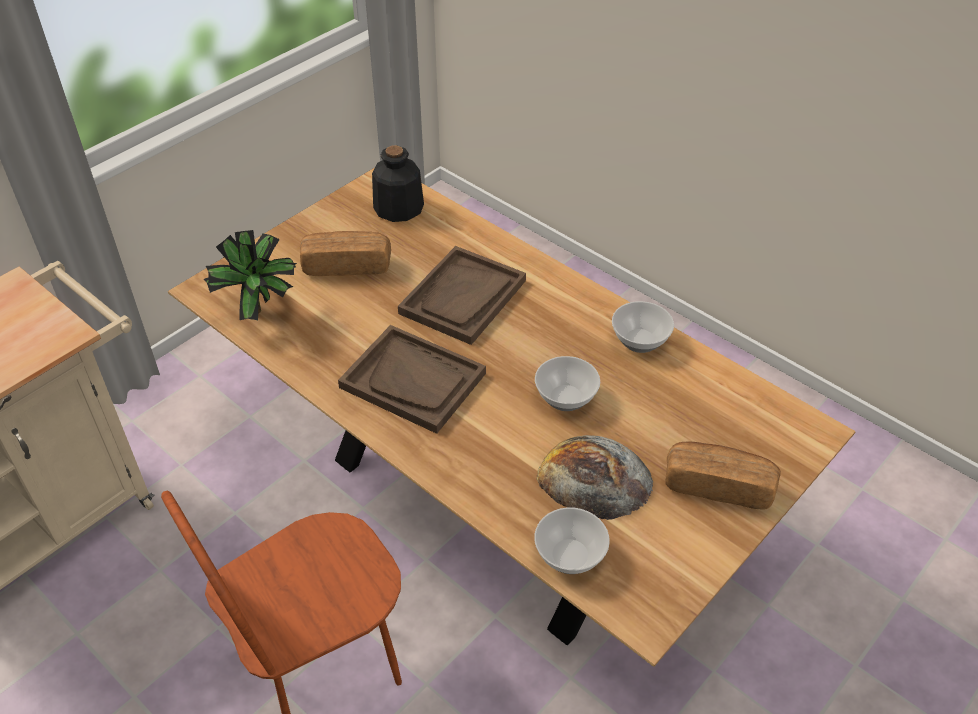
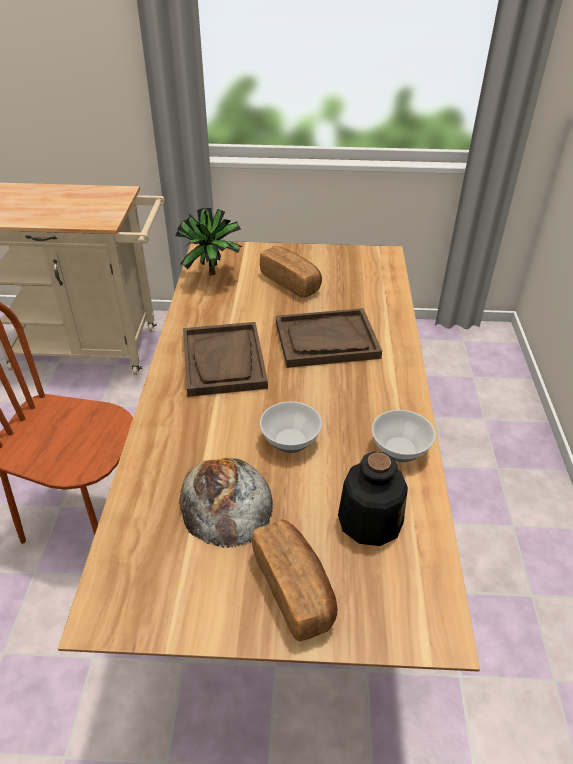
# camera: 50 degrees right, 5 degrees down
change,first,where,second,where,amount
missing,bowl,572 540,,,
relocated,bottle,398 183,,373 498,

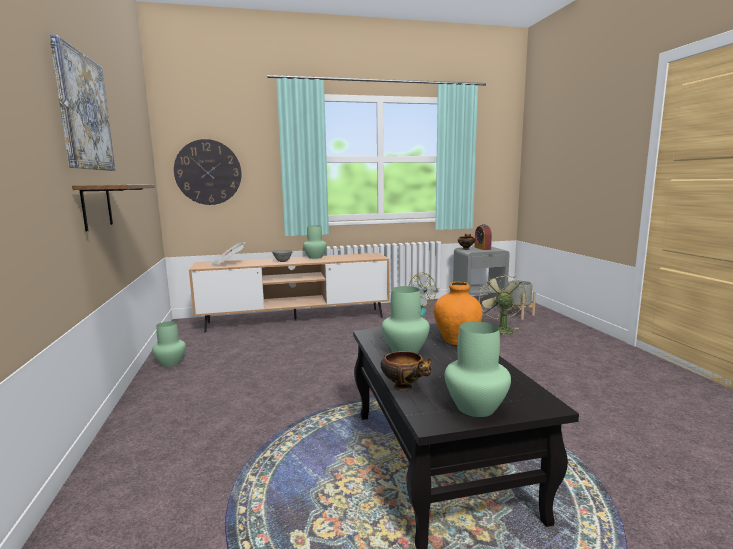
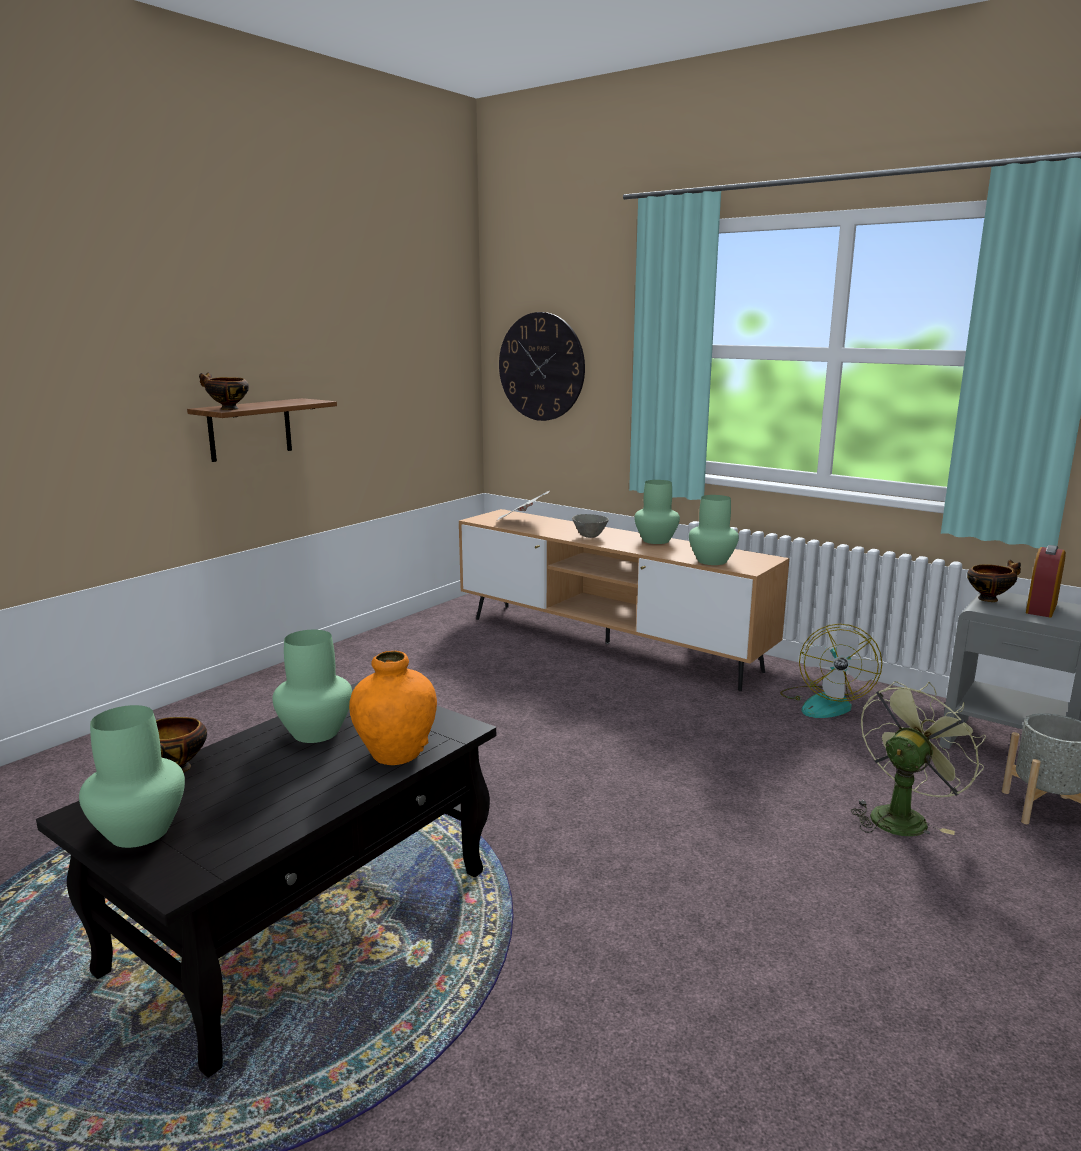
# camera: 50 degrees right, 5 degrees up
change,first,where,second,where,amount
missing,picture,82 103,,,
appeared,,,bowl,224 391,
relocated,green vase,169 344,,714 530,

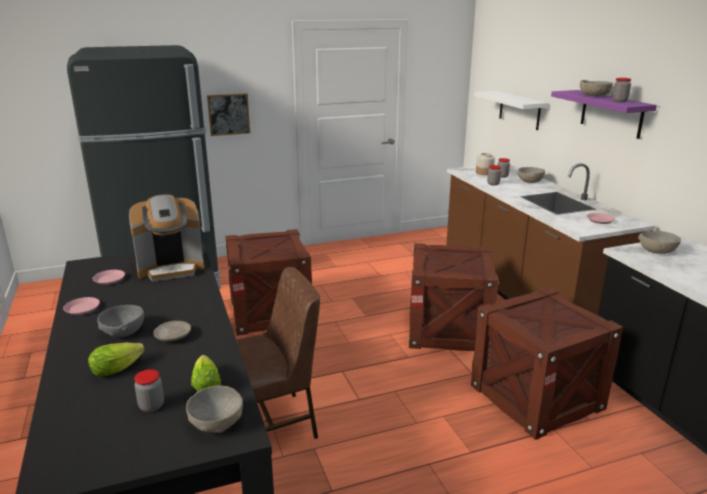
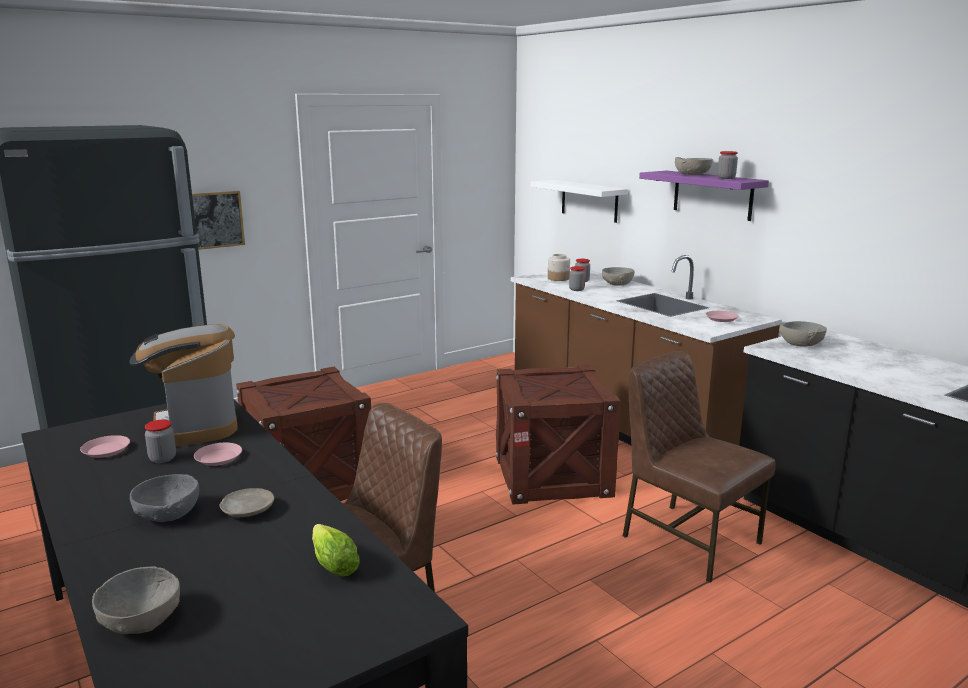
# camera: 15 degrees left, 5 degrees down
change,first,where,second,where,amount
missing,lettuce,116 359,,,
relocated,pink plate,81 306,,218 454,
relocated,jar,149 390,,160 441,
relocated,grey bowl,214 409,,136 600,
exchanged,crate,547 363,brown chair,699 467,
spun,coffee machine,167 238,,184 385,105 degrees clockwise

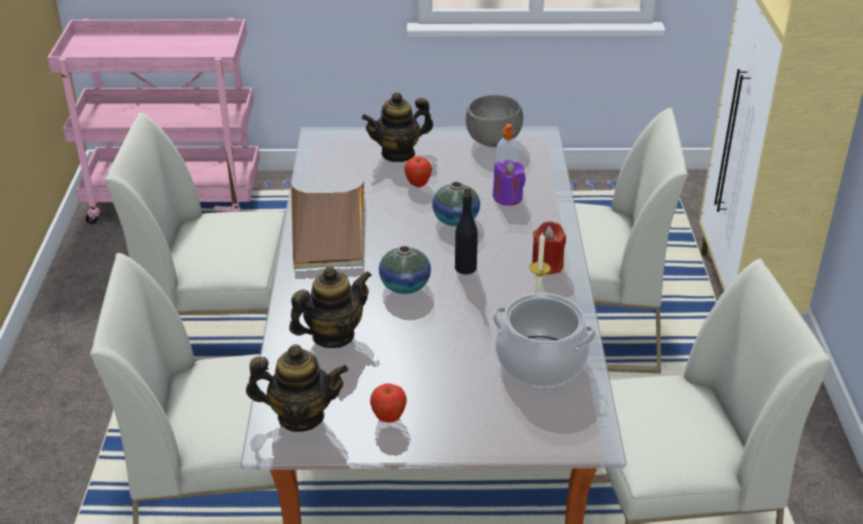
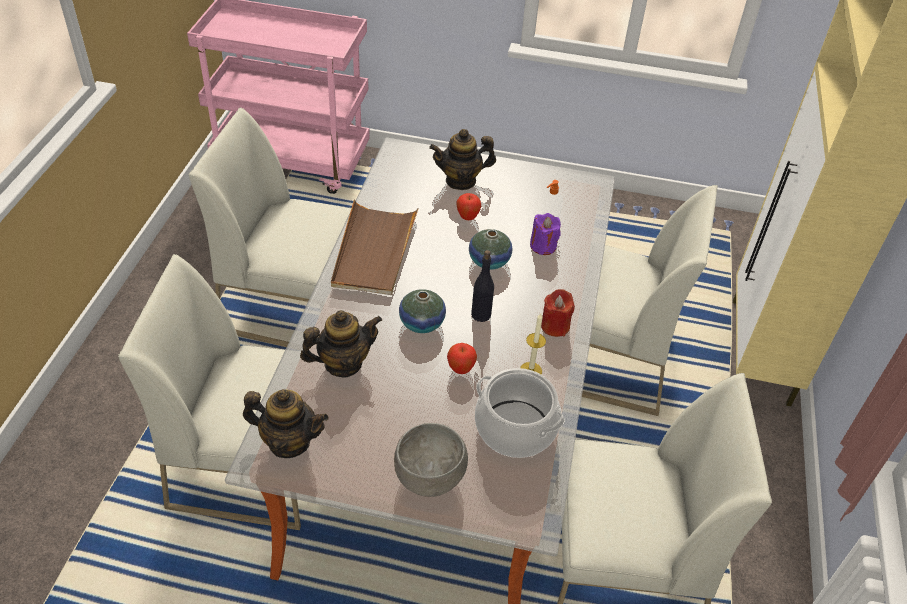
# camera: 10 degrees right, 10 degrees up
change,first,where,second,where,amount
relocated,apple,388 403,,462 358,
relocated,grey bowl,494 121,,431 460,

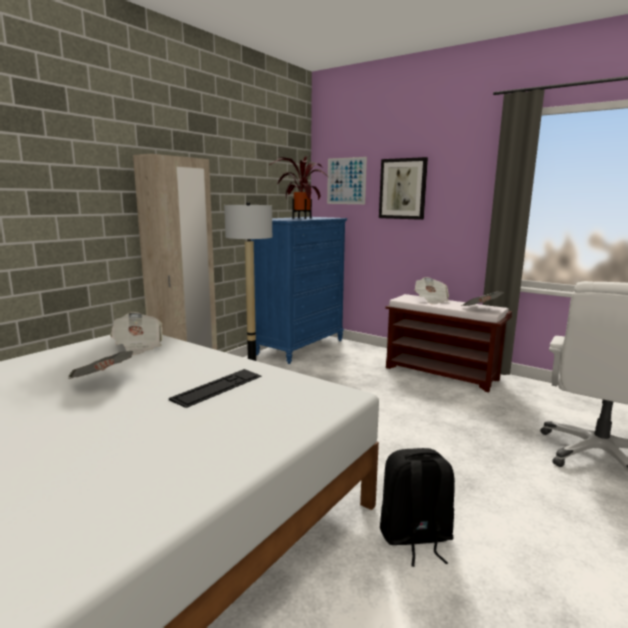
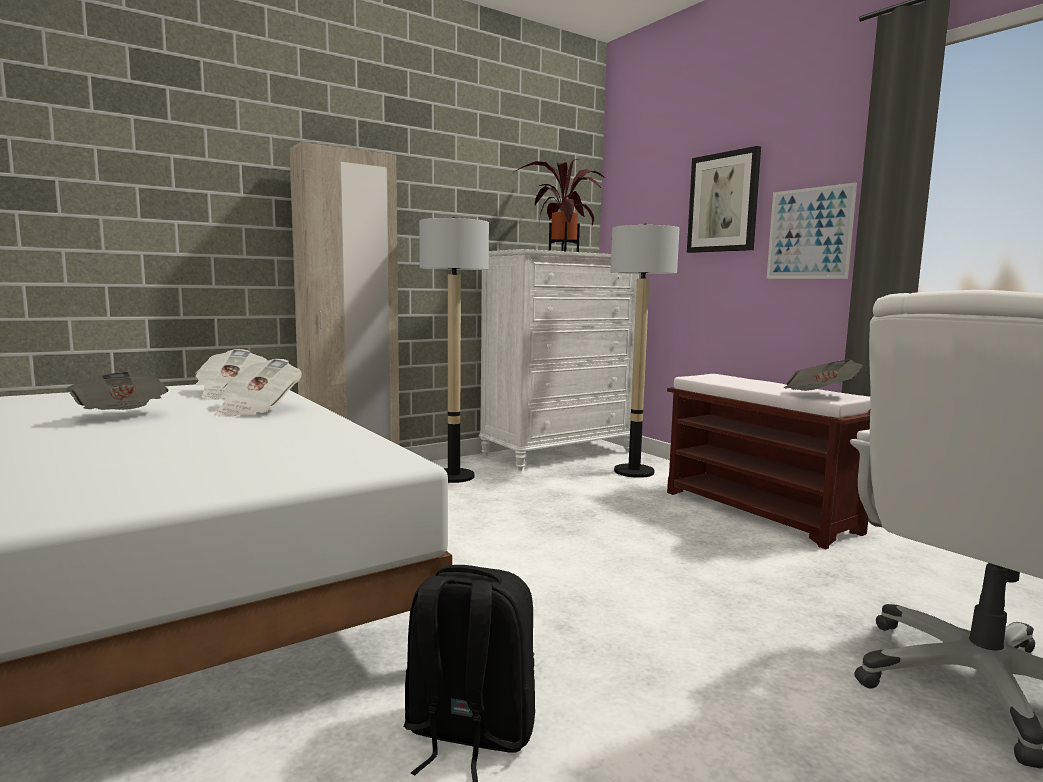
# camera: 20 degrees right, 5 degrees down
change,first,where,second,where,amount
missing,keyboard,215 388,,,
appeared,,,floor lamp,645 350,
relocated,picture,347 180,,812 230,
relocated,newspaper,432 290,,258 388,
colour,blue dresser,299 290,white dresser,559 360,

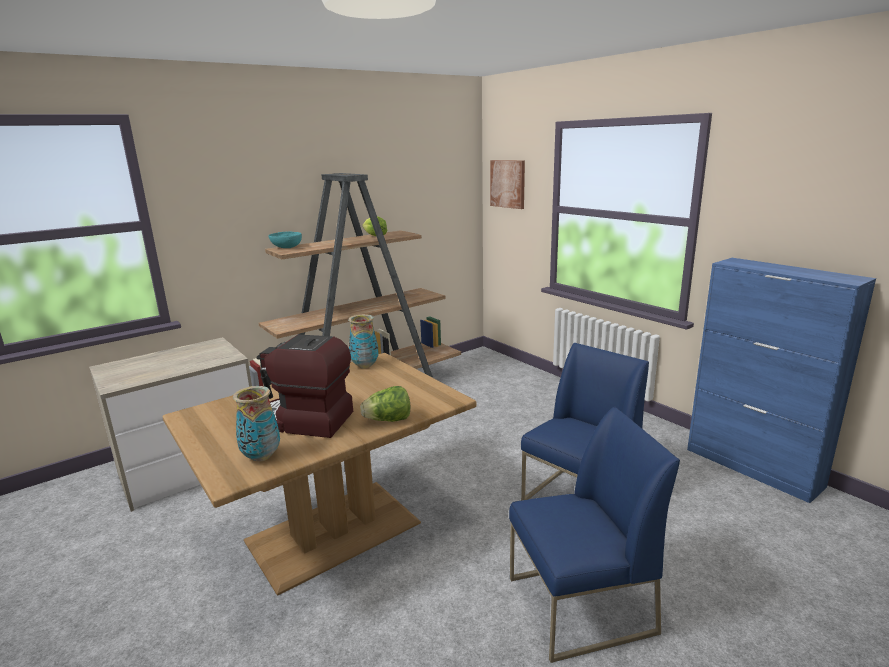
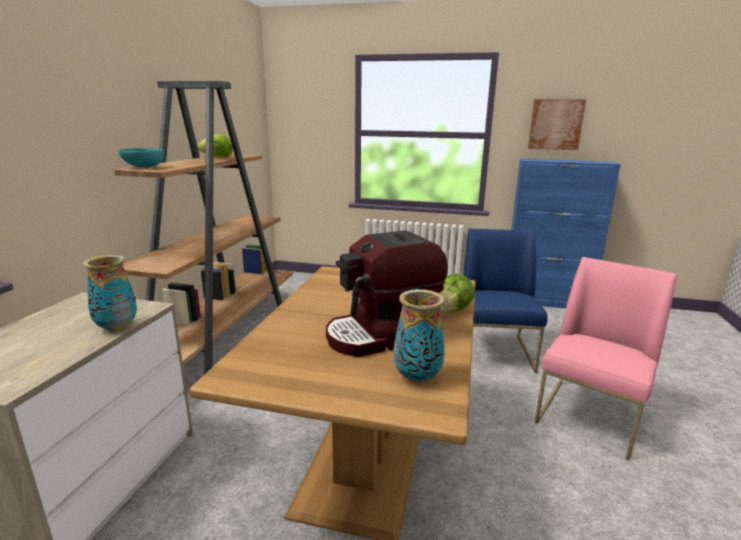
# camera: 40 degrees left, 0 degrees up
change,first,where,second,where,amount
relocated,vase,363 341,,110 293,
relocated,picture,507 184,,557 124,
colour,blue chair,594 535,pink chair,606 358,

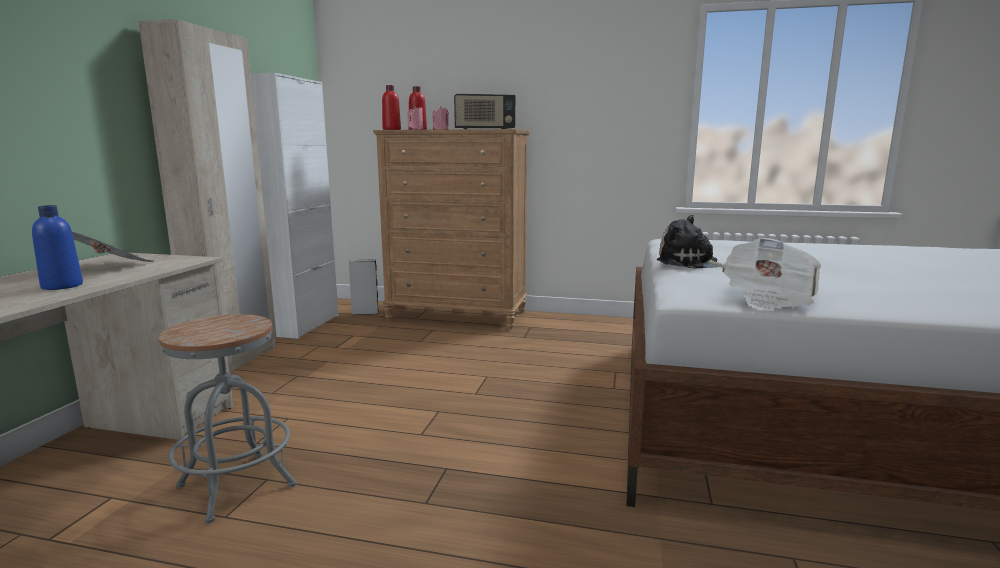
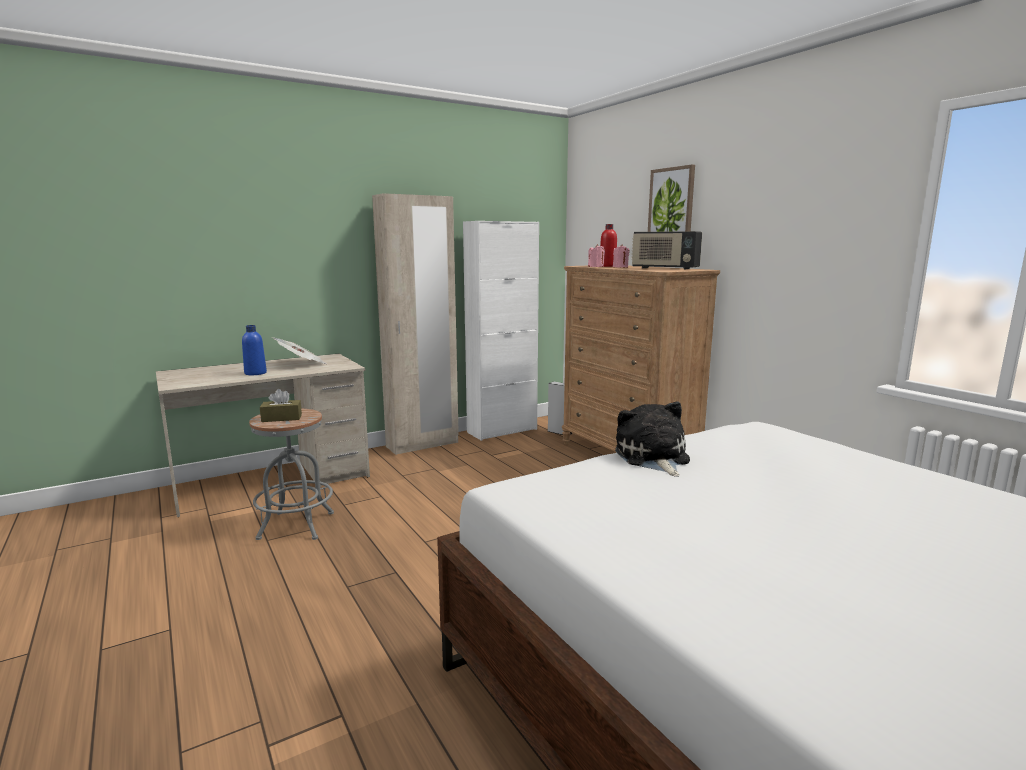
# camera: 45 degrees right, 0 degrees up
change,first,where,second,where,amount
missing,red bottle,391 107,,,
missing,newspaper,771 274,,,
appeared,,,brown tissue box,281 405,
appeared,,,picture,671 198,

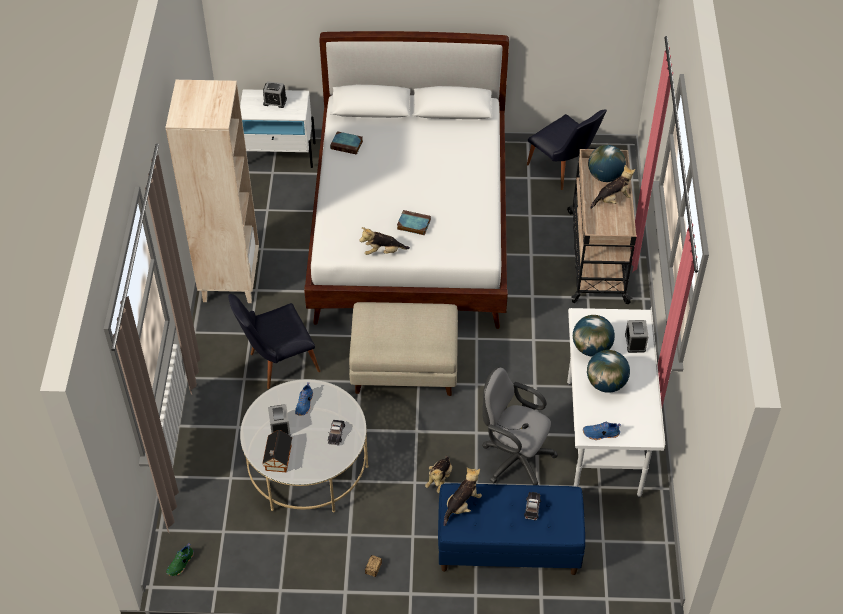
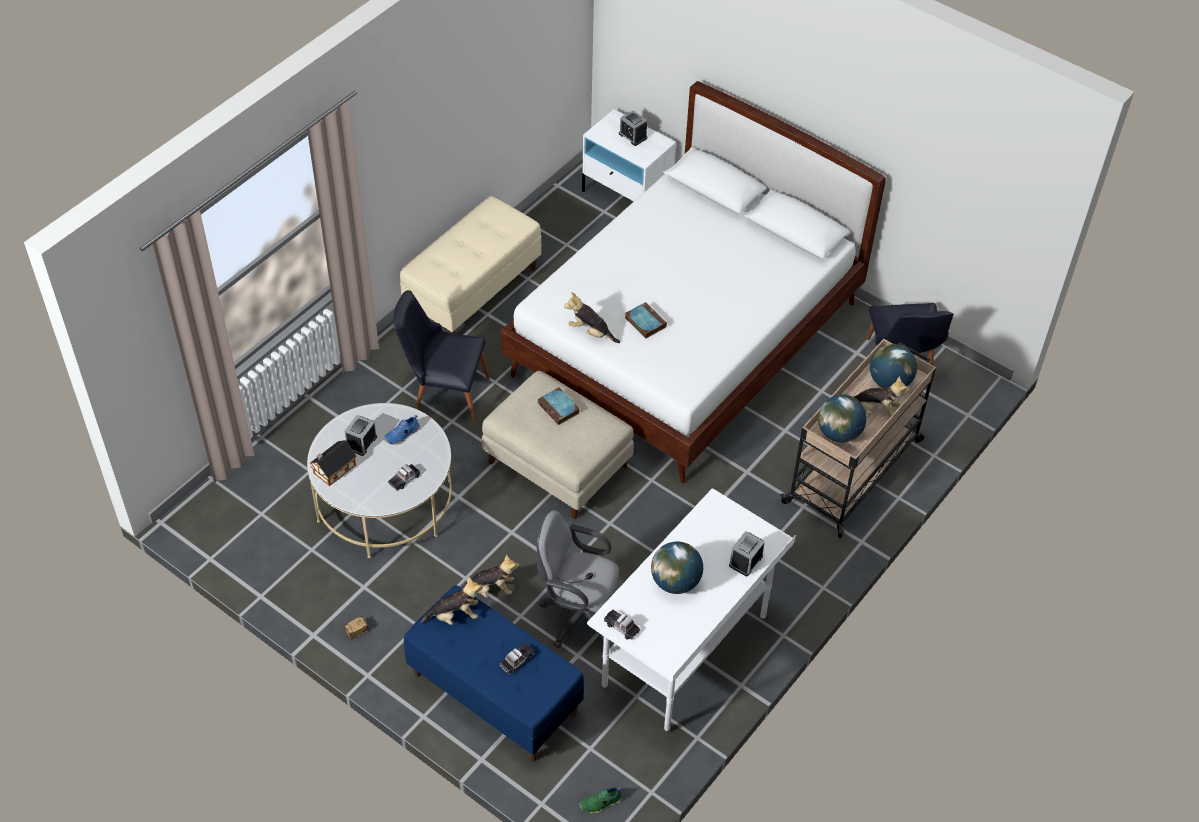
# camera: 35 degrees right, 0 degrees up
change,first,where,second,where,amount
relocated,green shoe,180 559,,600 800,
relocated,book,346 143,,559 406,
relocated,globe,594 336,,842 418,
exchanged,beige bookcase,212 191,beige bench,470 265,
exchanged,blue shoe,602 431,toy car,622 624,
spun,plush toy,438 474,,490 576,150 degrees counterclockwise
spun,grey office chair,520 426,,577 579,45 degrees counterclockwise

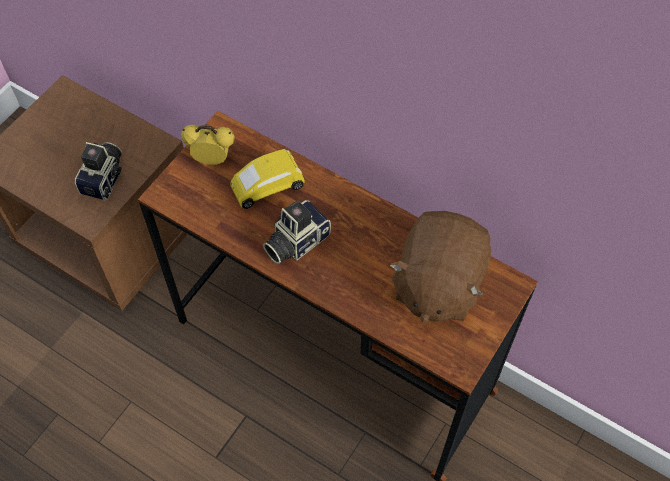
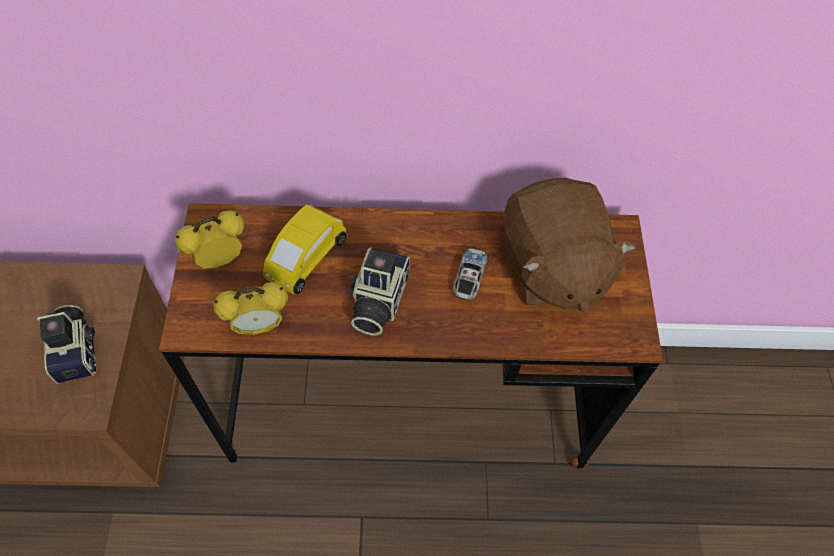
# camera: 35 degrees left, 0 degrees up
change,first,where,second,where,amount
appeared,,,alarm clock,250 308,
appeared,,,toy car,470 274,

